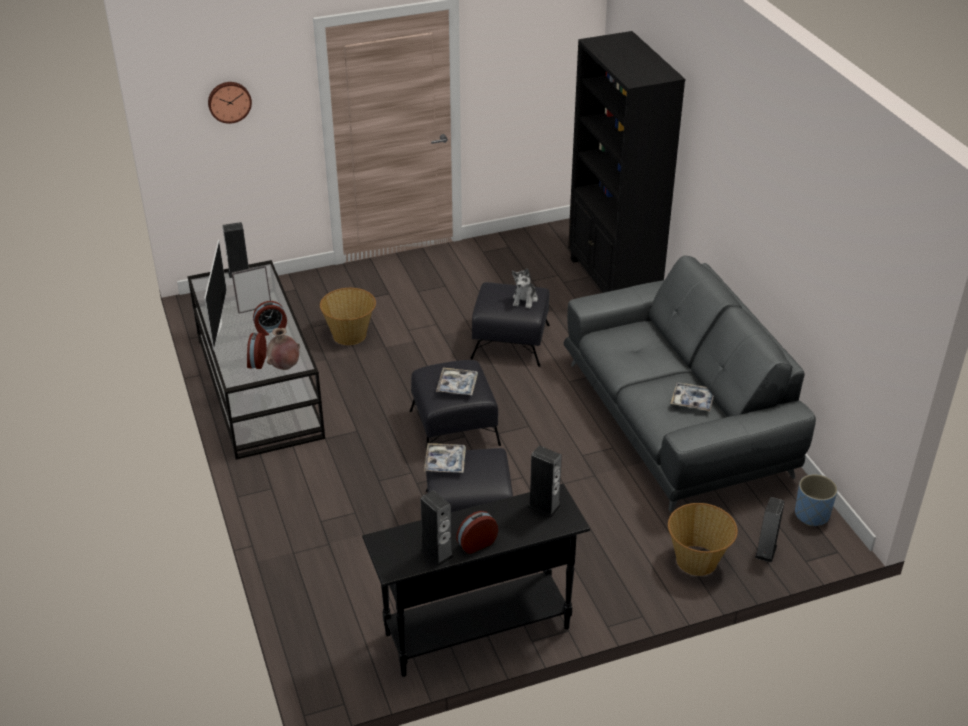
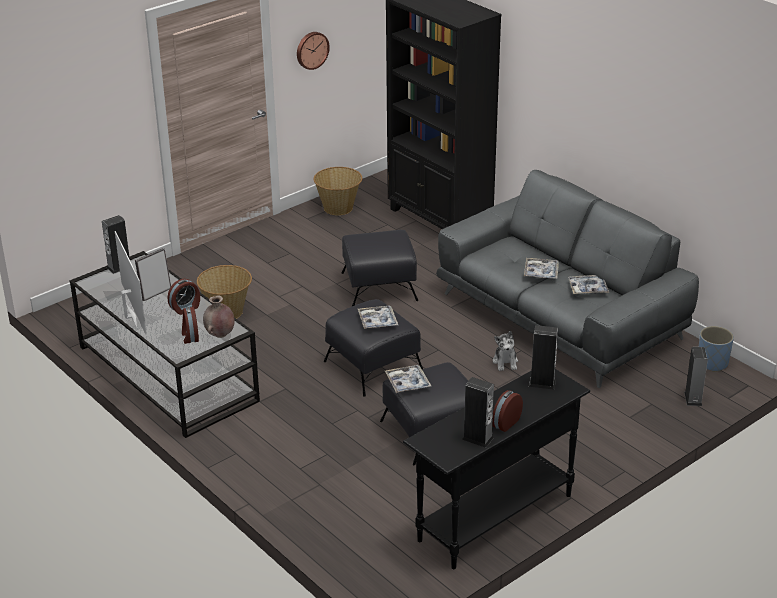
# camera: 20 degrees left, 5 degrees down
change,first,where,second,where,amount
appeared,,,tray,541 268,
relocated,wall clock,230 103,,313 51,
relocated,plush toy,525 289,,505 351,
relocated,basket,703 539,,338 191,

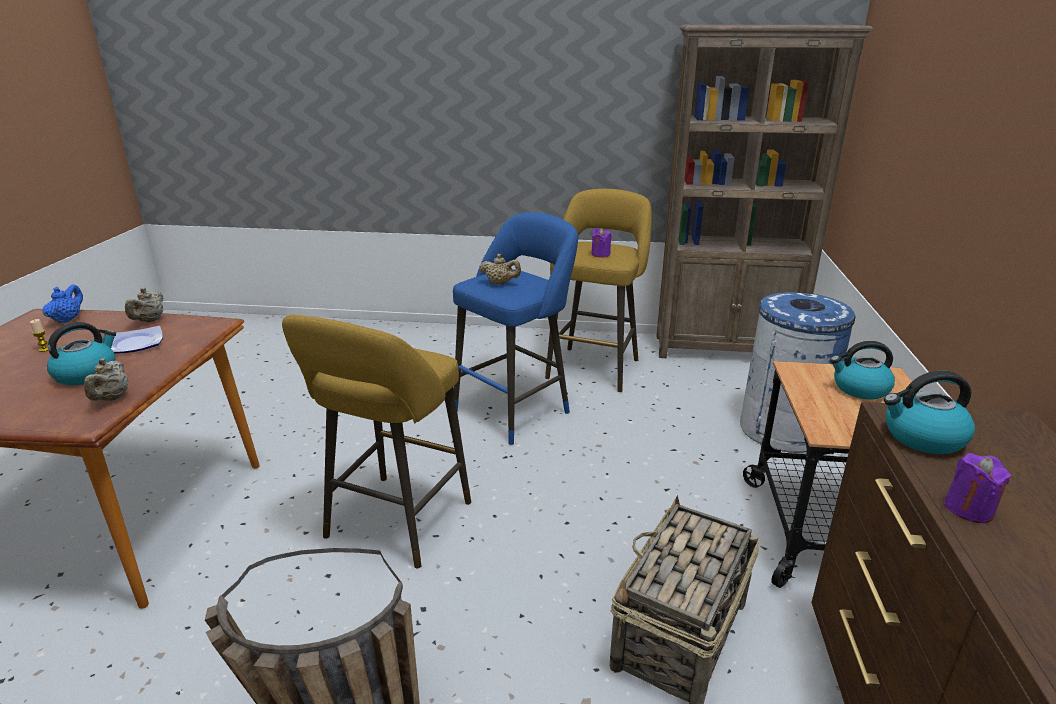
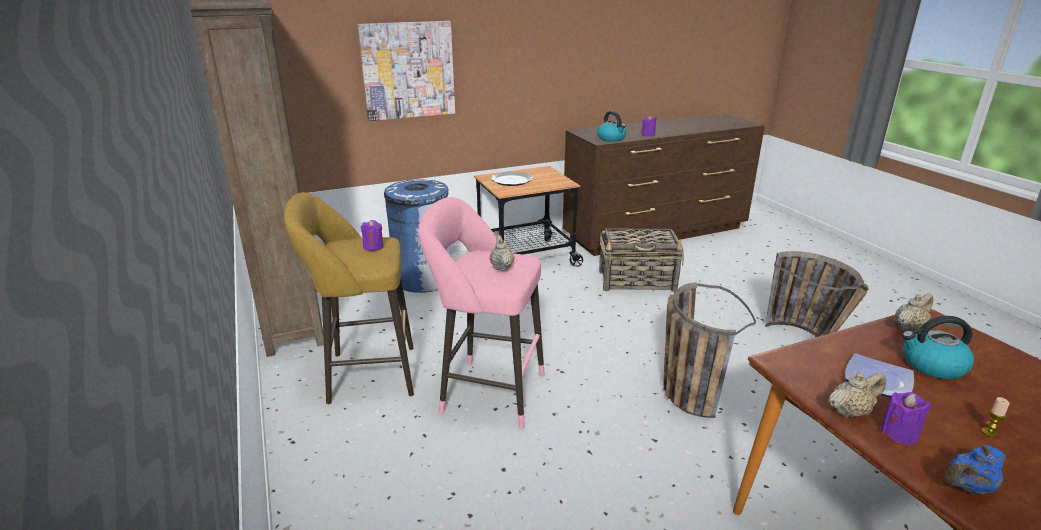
# camera: 120 degrees left, 0 degrees up
change,first,where,second,where,amount
appeared,,,picture,406 71,
appeared,,,purple candle,906 419,
exchanged,yellow stool,376 441,basket,709 350,
exchanged,kettle,862 370,plate,511 178,
colour,blue stool,515 328,pink stool,481 313,

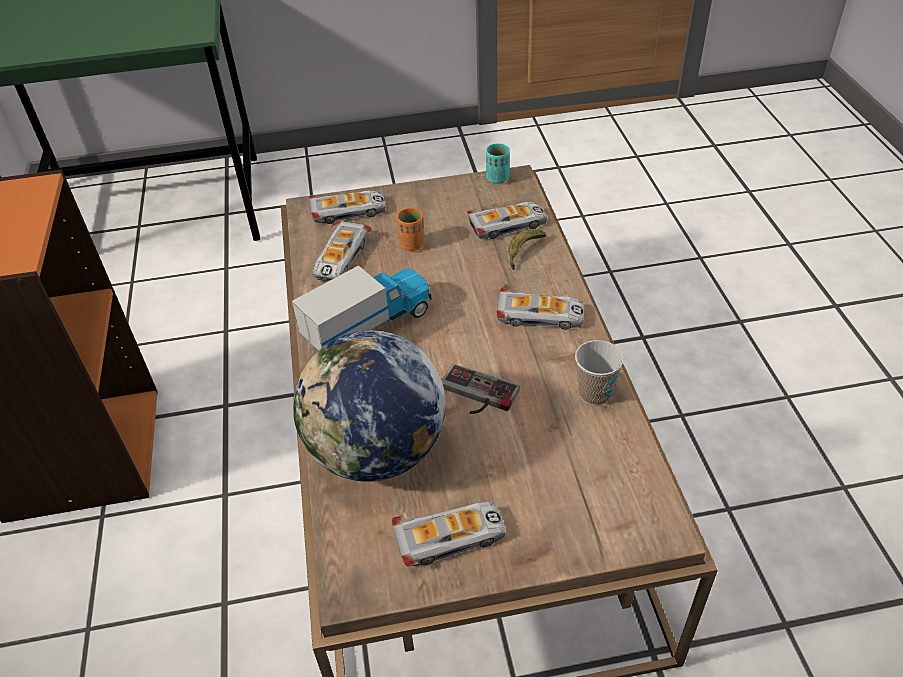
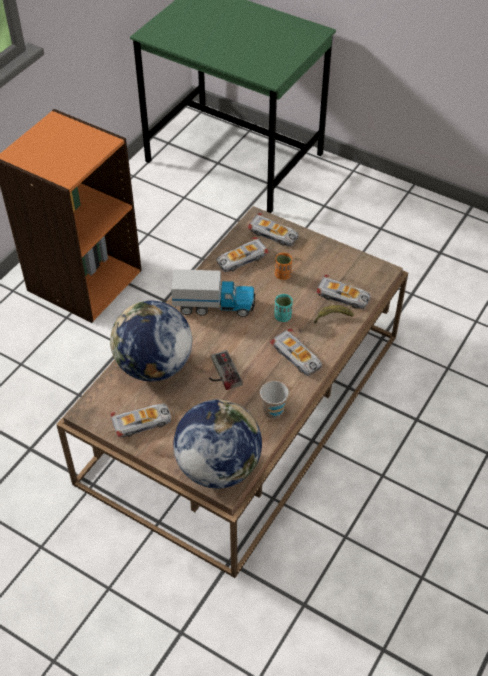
# camera: 40 degrees right, 5 degrees up
change,first,where,second,where,amount
appeared,,,globe,217 444,
relocated,turquoise cup,498 163,,283 308,
spun,toy car,448 534,,141 420,45 degrees counterclockwise

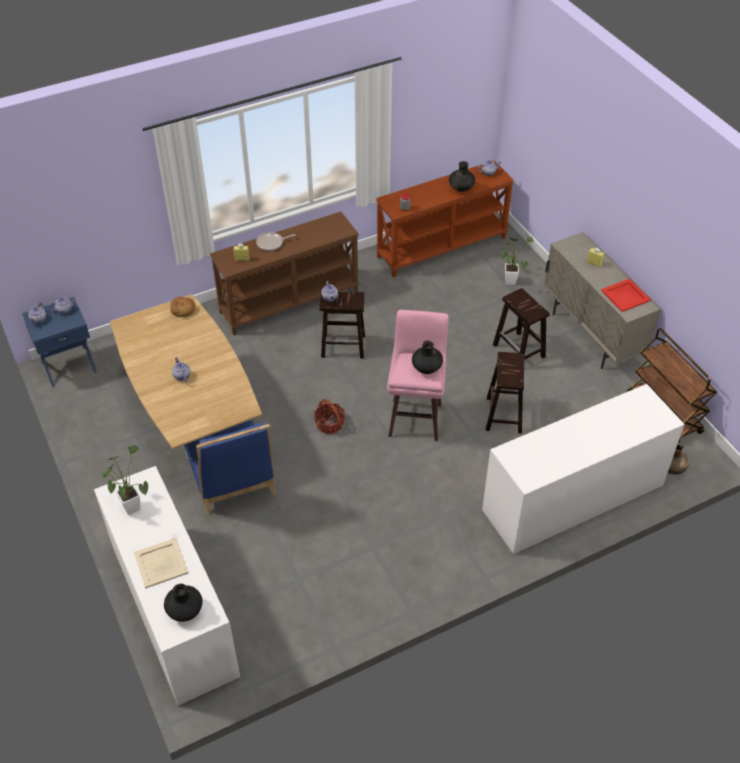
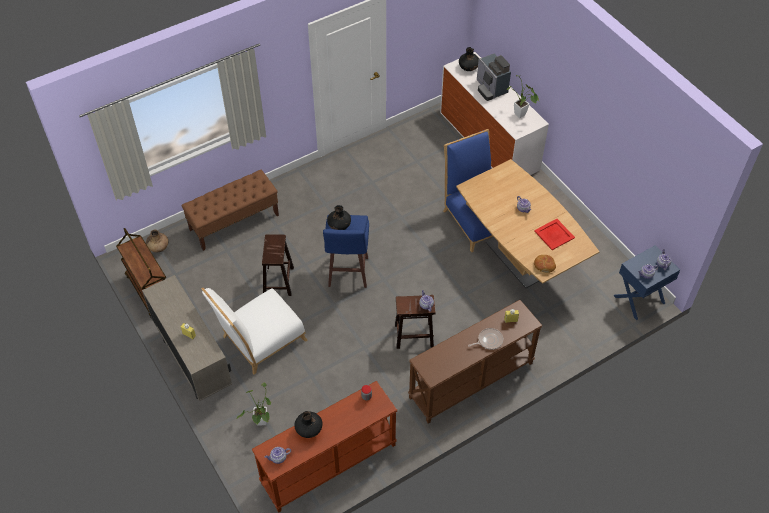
# camera: 175 degrees right, 5 degrees up
change,first,where,second,where,amount
missing,basket,329 416,,,
relocated,red tray,626 295,,554 234,
exchanged,beige tray,161 563,coffee machine,494 77,
exchanged,dresser,583 469,brown bench,230 210,
exchanged,brown stool,521 324,white chair,254 330,
colour,pink stool,418 375,blue stool,346 251,

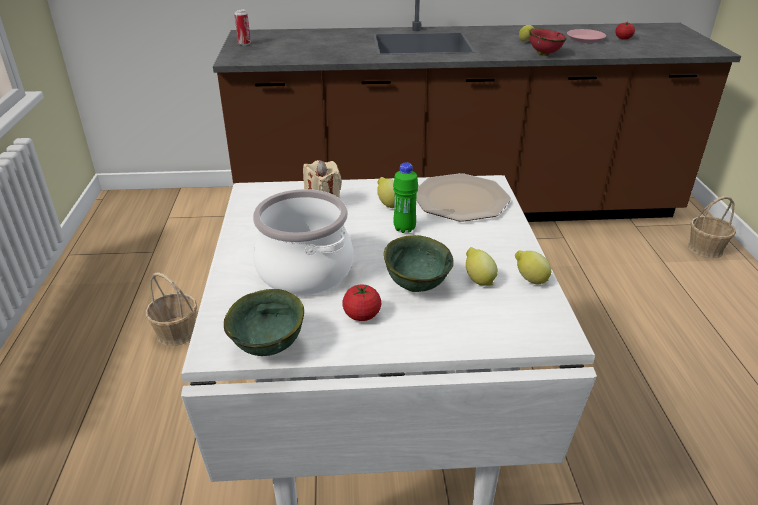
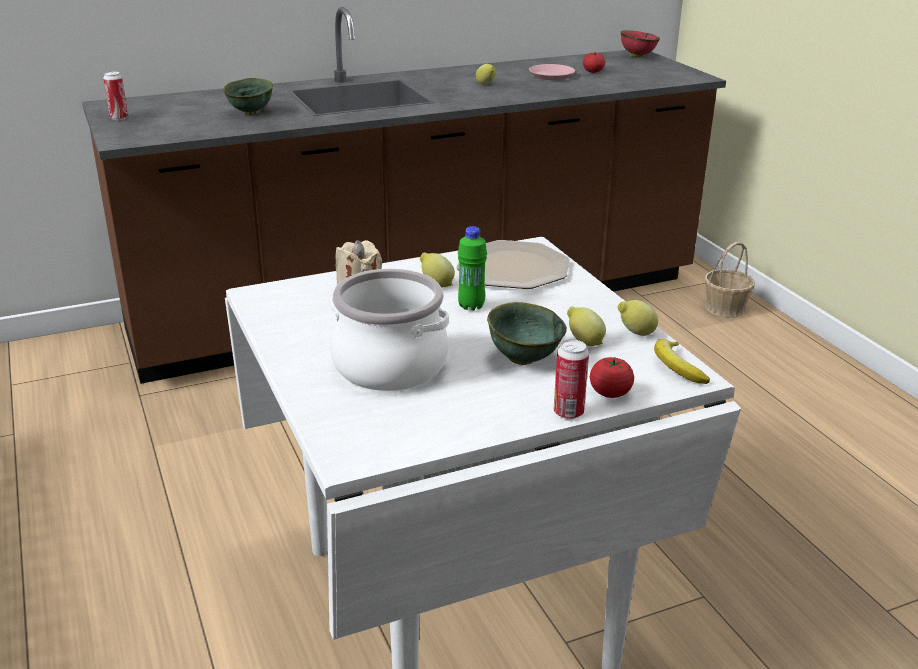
# camera: 20 degrees left, 5 degrees down
change,first,where,second,where,amount
missing,basket,171 309,,,
appeared,,,can,571 379,
appeared,,,banana,682 361,
relocated,green bowl,264 322,,248 96,
relocated,tomato,361 302,,612 377,
relocated,red bowl,548 42,,640 44,

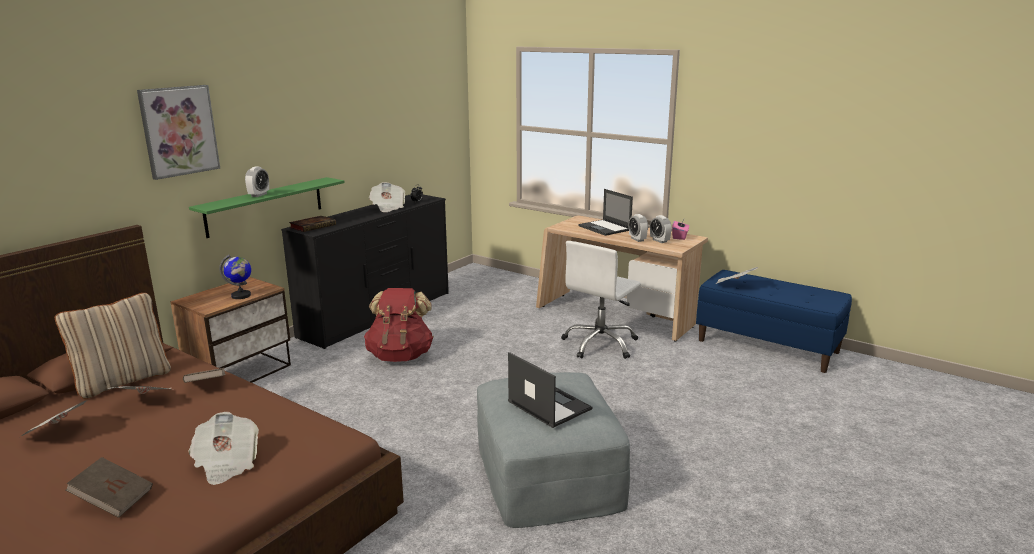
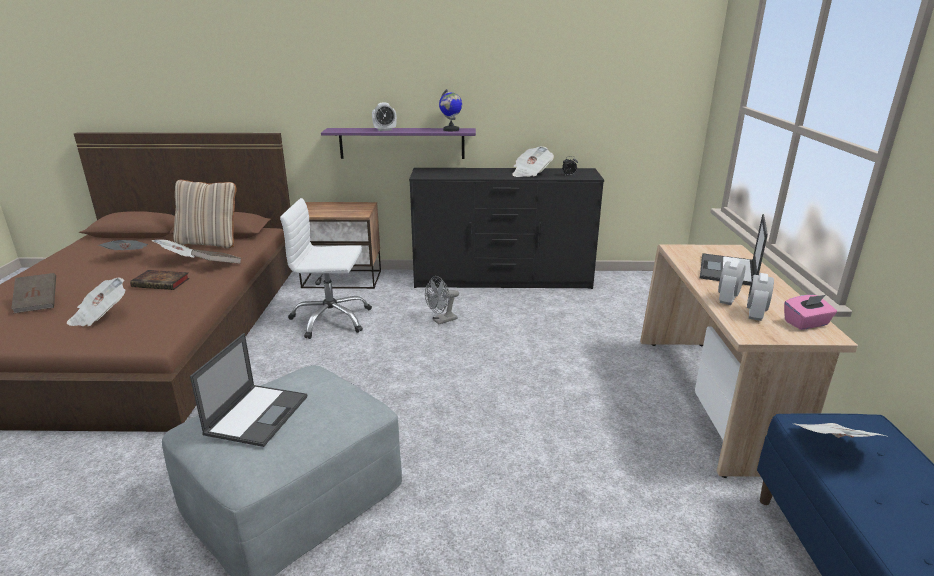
# camera: 55 degrees right, 5 degrees up
change,first,where,second,where,amount
missing,picture,178 132,,,
relocated,globe,235 276,,450 110,
relocated,book,312 224,,160 280,
relocated,white office chair,601 300,,326 268,
exchanged,red backpack,399 325,grey fan,442 300,
colour,green shelf,267 207,purple shelf,398 143,

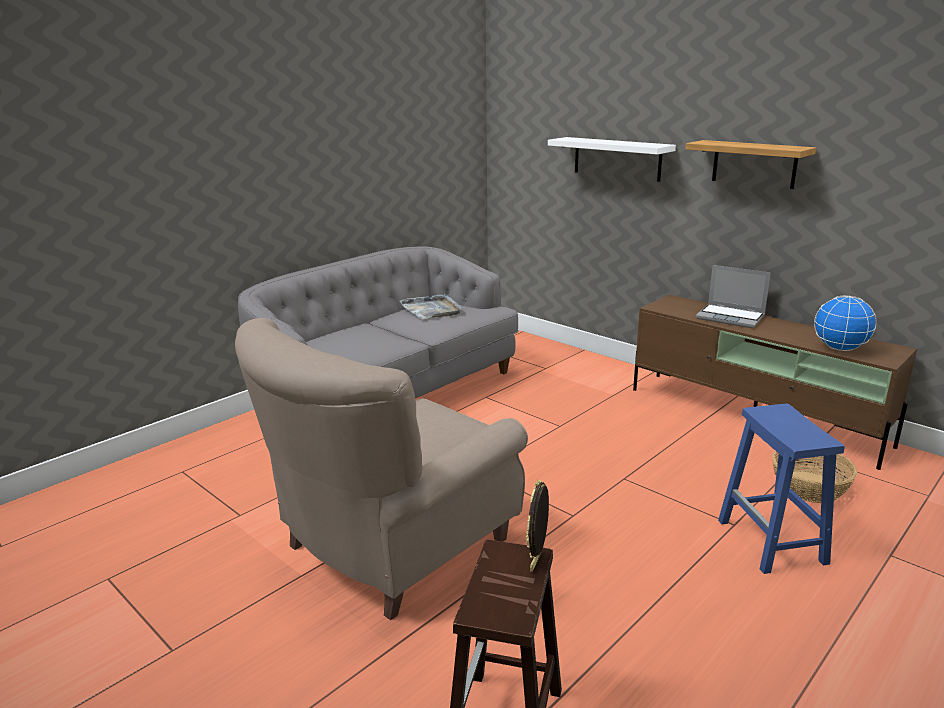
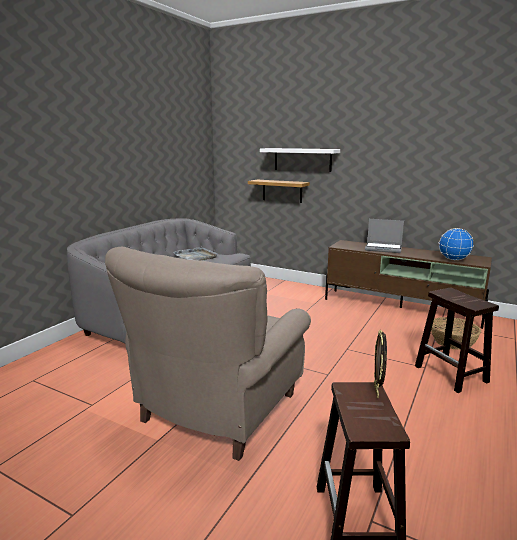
# camera: 15 degrees left, 5 degrees down
change,first,where,second,where,amount
relocated,shelf,750 164,,279 191,
colour,blue stool,781 489,brown stool,457 340,

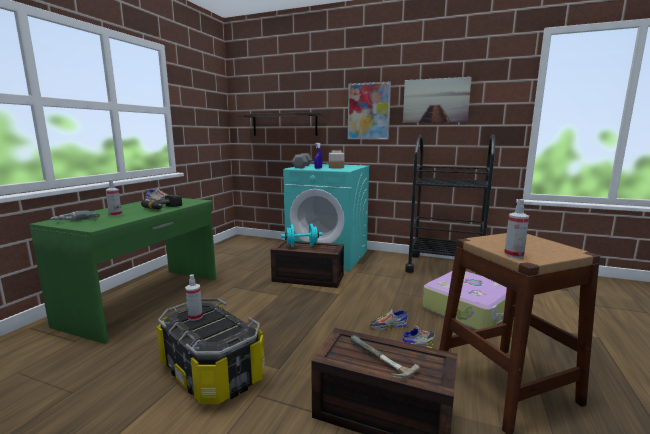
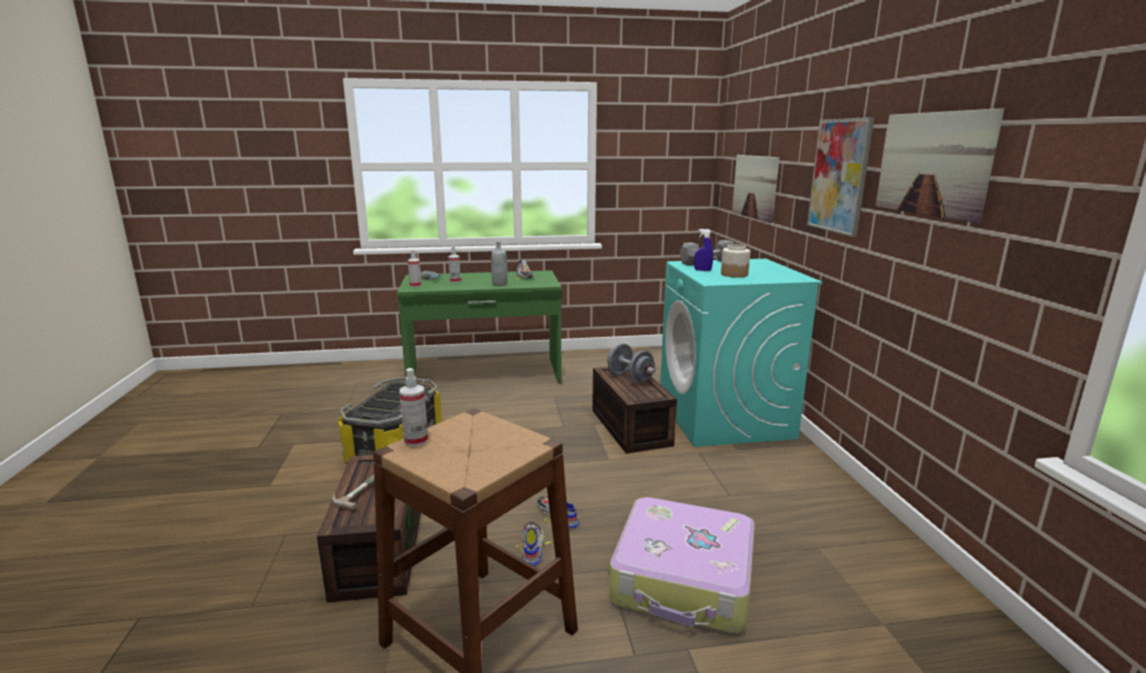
# camera: 60 degrees right, 5 degrees up
change,first,where,second,where,amount
missing,black cart,450 205,,,
relocated,spray bottle,194 297,,415 268,
exchanged,power drill,161 202,grey bottle,499 263,
exchanged,shelf,280 124,picture,755 189,
colour,turquoise dumbbell,301 235,grey dumbbell,631 363,
spun,shoe,418 337,,533 544,120 degrees counterclockwise

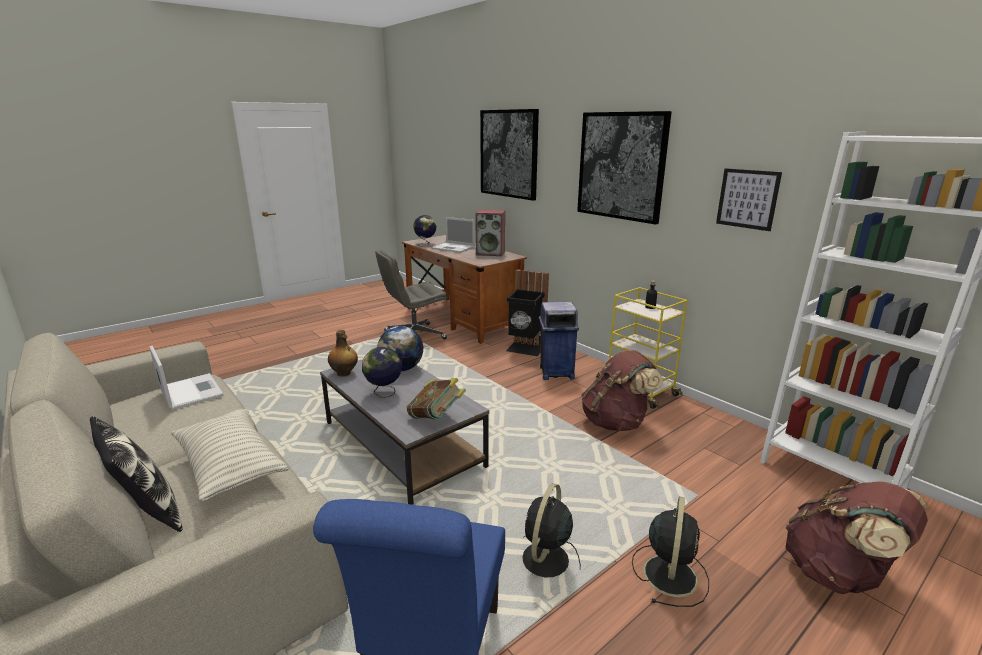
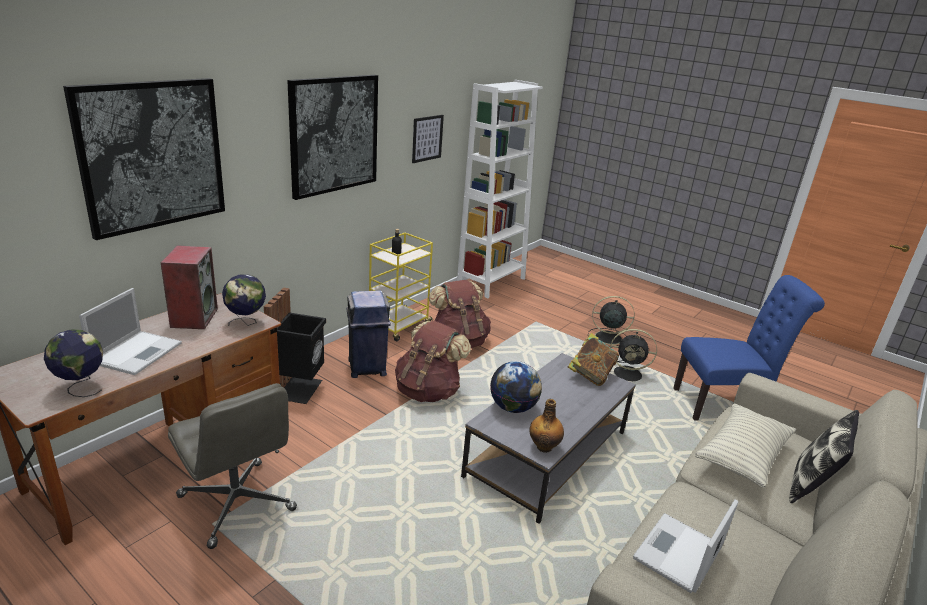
# camera: 105 degrees left, 5 degrees up
change,first,where,second,where,amount
relocated,globe,382 372,,244 300,
relocated,brown backpack,857 537,,433 361,

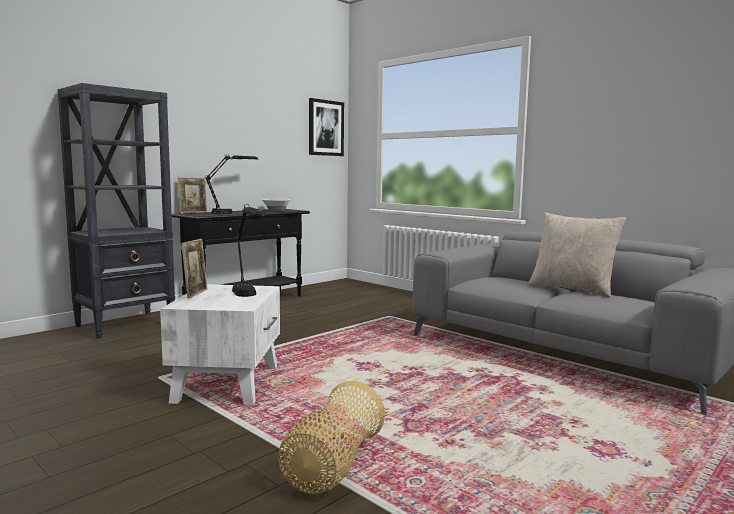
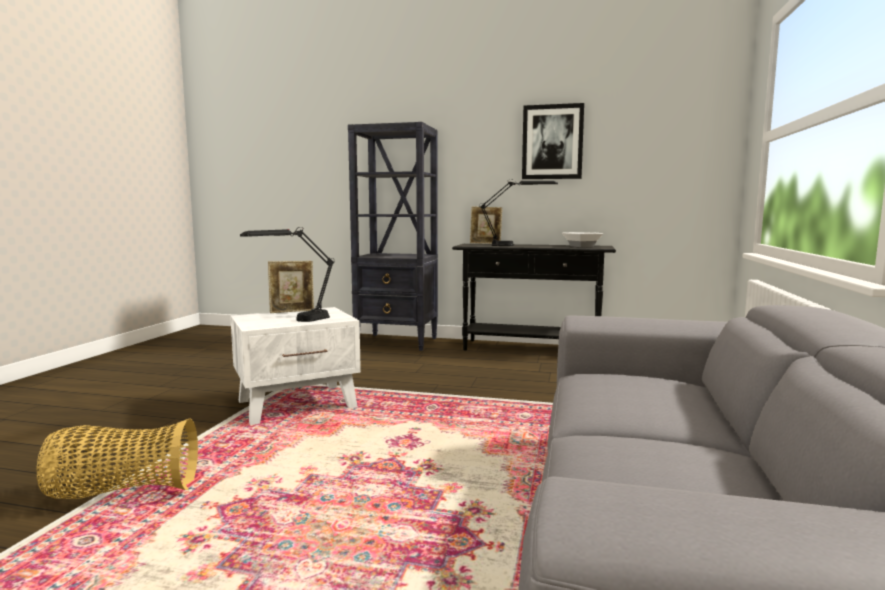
# camera: 60 degrees right, 0 degrees up
change,first,where,second,where,amount
missing,beige pillow,577 255,,,
relocated,picture,326 127,,553 141,

